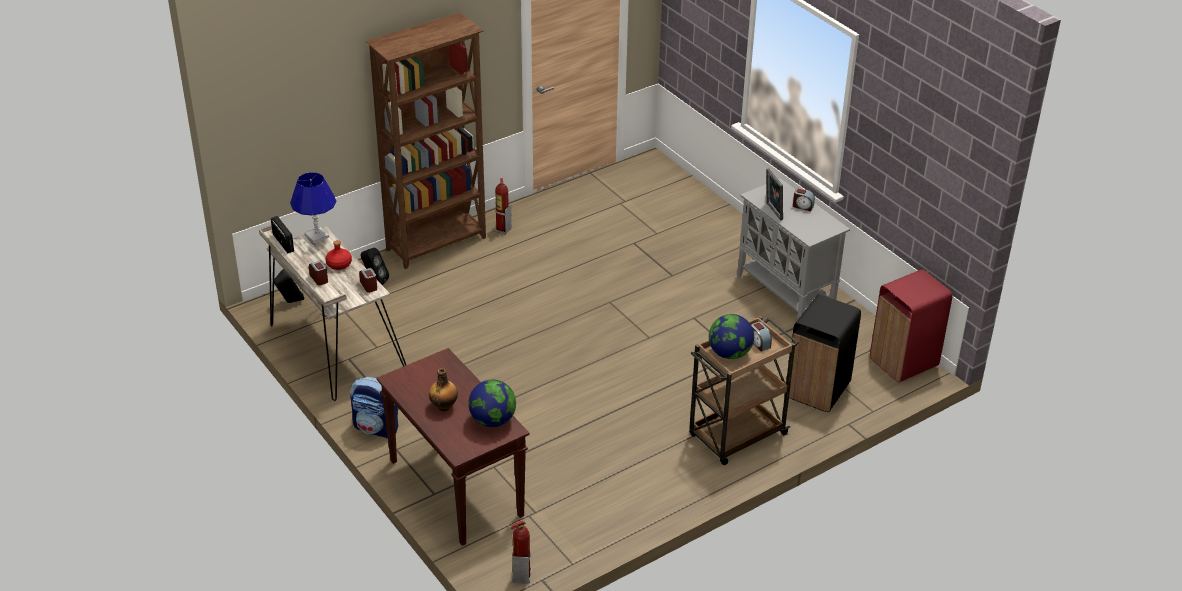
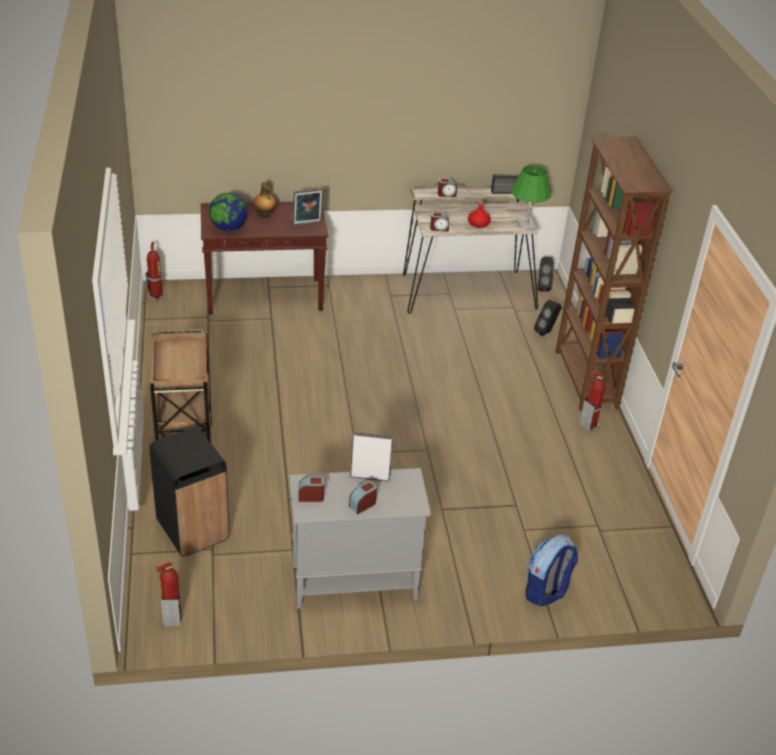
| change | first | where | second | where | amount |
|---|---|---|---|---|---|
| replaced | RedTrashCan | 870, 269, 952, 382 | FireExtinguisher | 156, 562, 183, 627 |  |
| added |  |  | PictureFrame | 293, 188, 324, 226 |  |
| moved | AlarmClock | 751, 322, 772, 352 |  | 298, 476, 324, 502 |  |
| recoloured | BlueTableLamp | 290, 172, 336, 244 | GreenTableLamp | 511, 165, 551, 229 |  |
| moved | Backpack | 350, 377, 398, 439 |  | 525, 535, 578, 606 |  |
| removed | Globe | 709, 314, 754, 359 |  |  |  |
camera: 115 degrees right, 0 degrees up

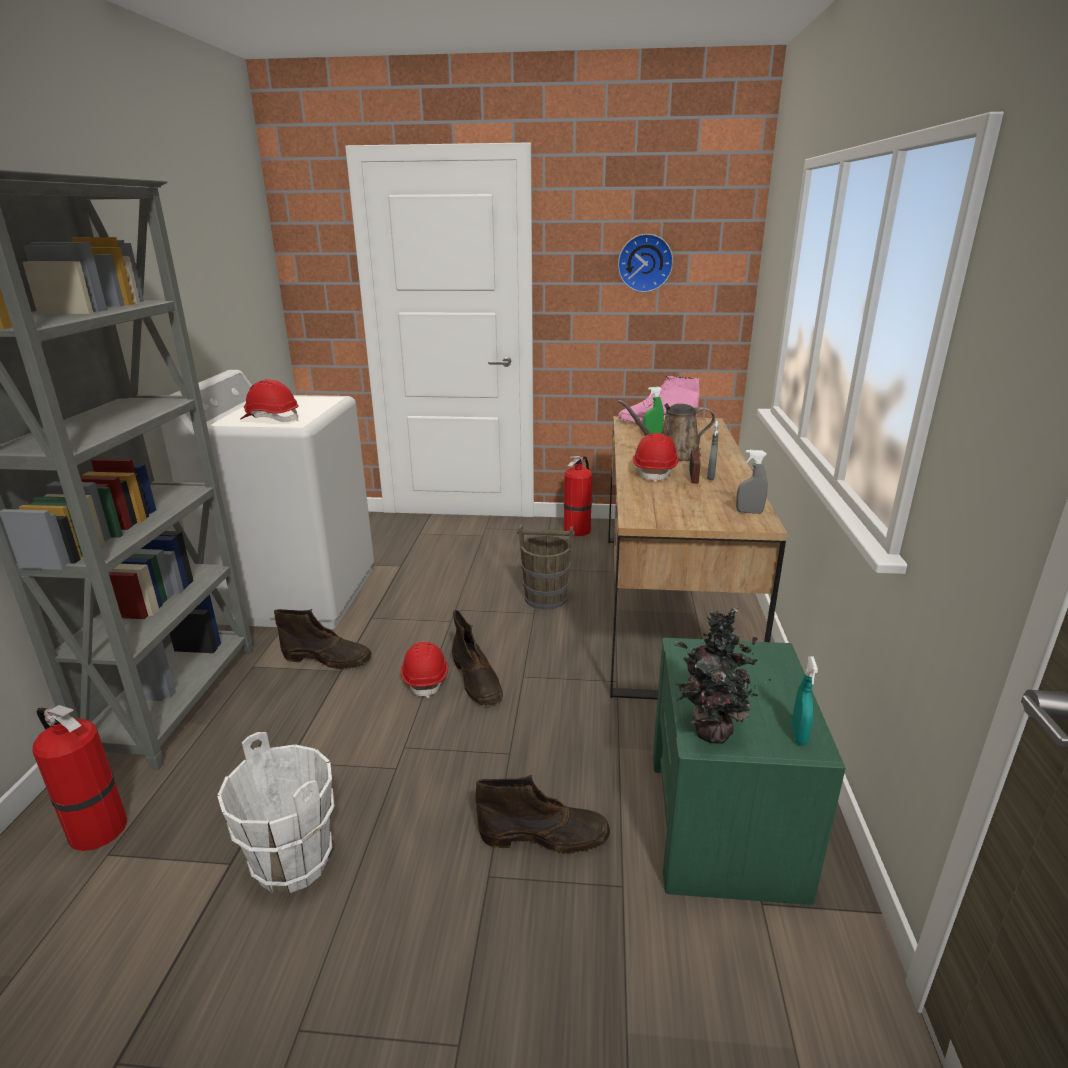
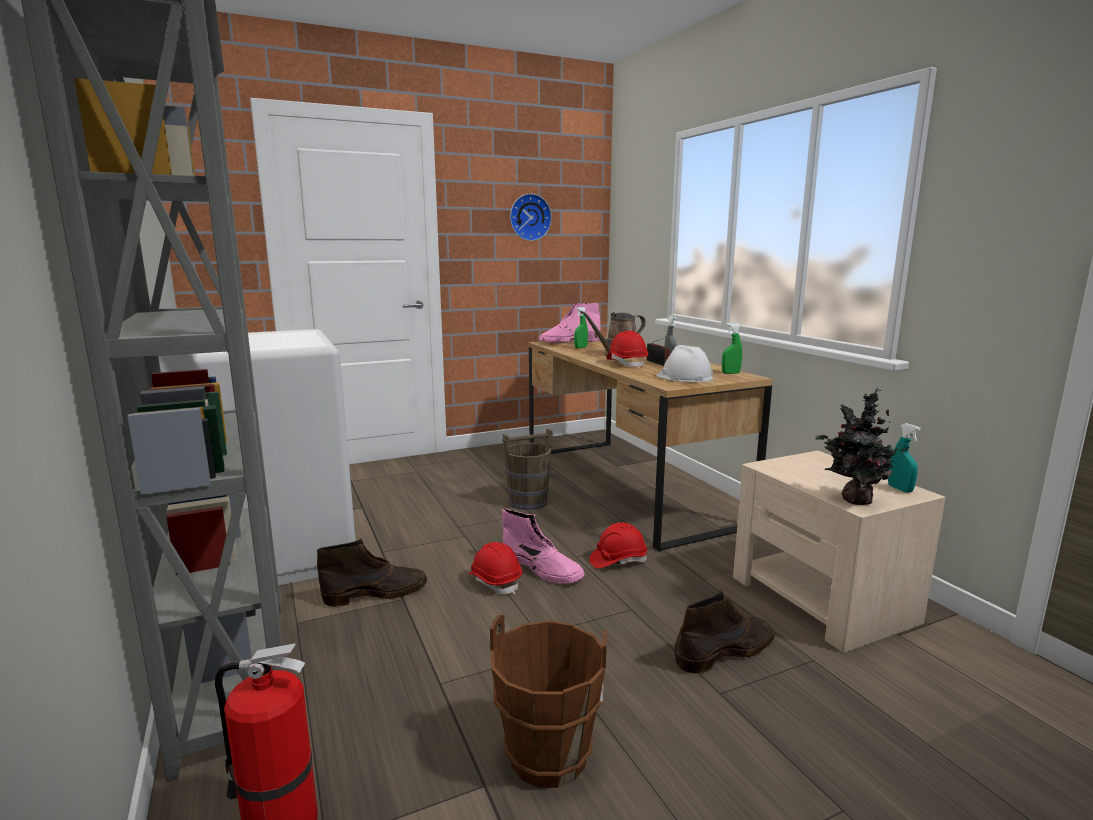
| change | first | where | second | where | amount |
|---|---|---|---|---|---|
| recoloured | WhiteBucket | 217, 732, 335, 893 | BrownBucket | 490, 615, 607, 788 |  |
| recoloured | BrownBoot | 452, 610, 503, 706 | PinkBoot | 502, 509, 585, 584 |  |
| moved | RedHardHat | 240, 379, 299, 422 |  | 589, 523, 647, 569 |  |
| added |  |  | WhiteHardHat | 656, 345, 713, 382 |  |
| recoloured | GreySprayBottle | 736, 450, 768, 514 | GreenSprayBottle | 722, 323, 742, 374 |  |
| recoloured | GreenNightstand | 653, 638, 846, 905 | BeigeNightstand | 733, 451, 946, 653 |  |
| removed | FireExtinguisher | 564, 456, 592, 536 |  |  |  |
camera: 30 degrees left, 10 degrees down

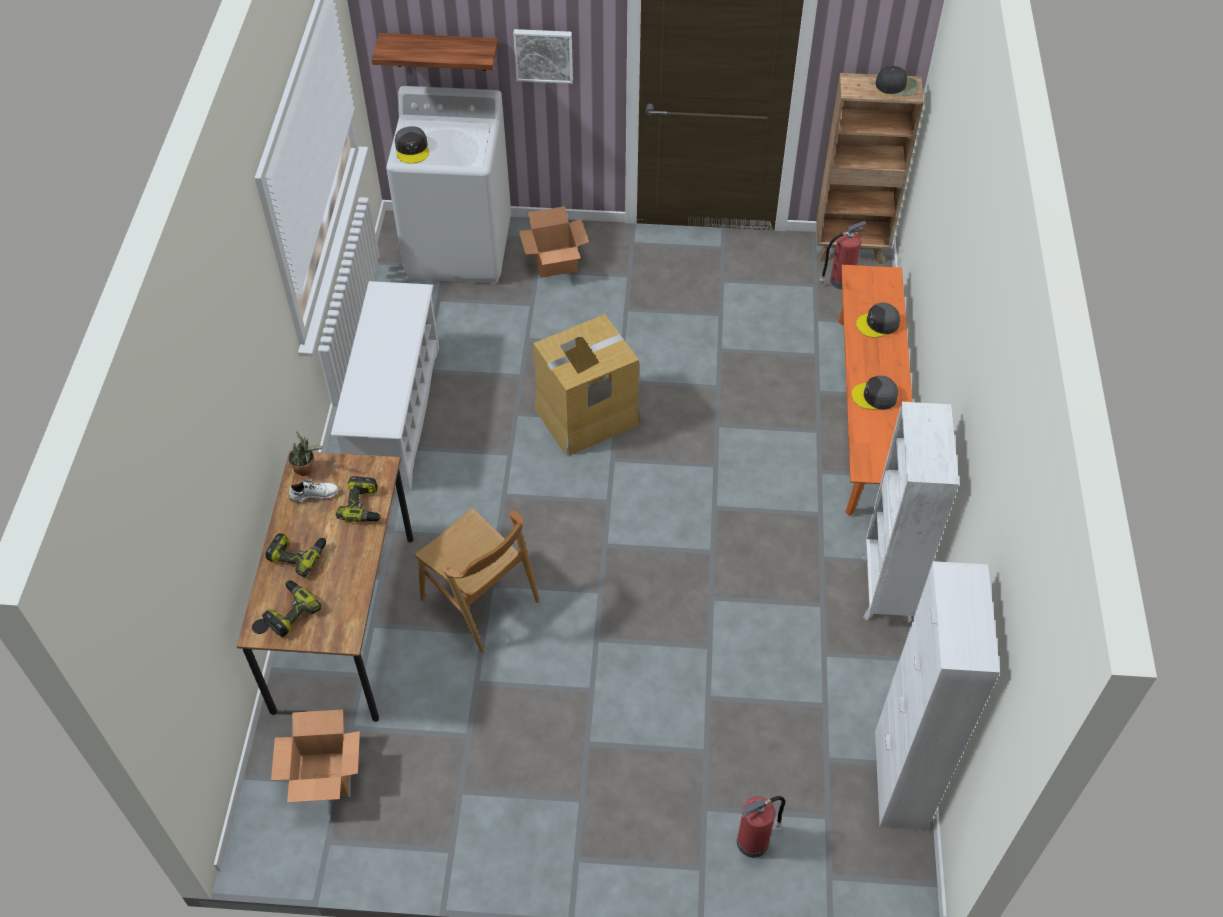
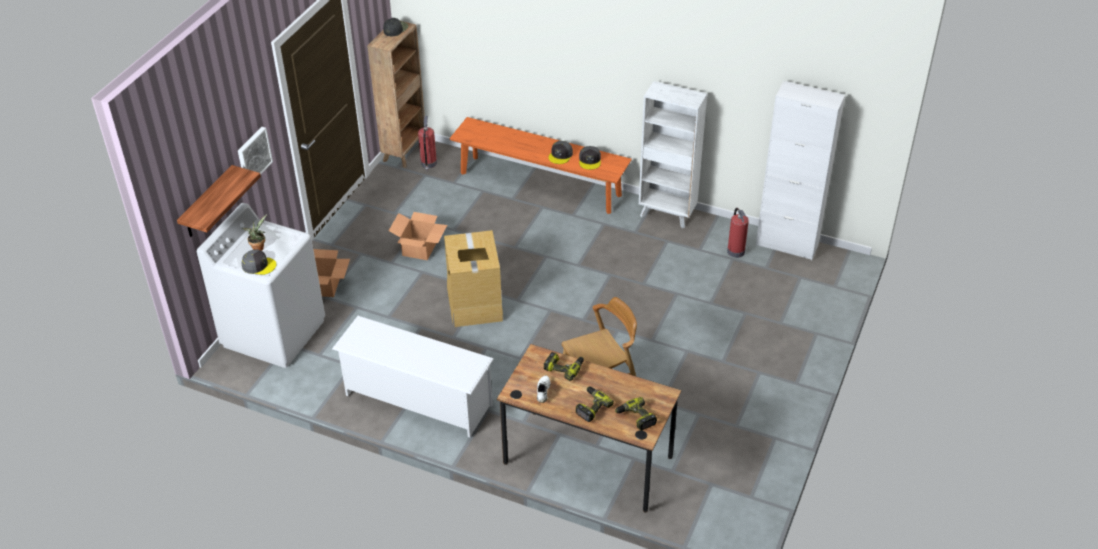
| change | first | where | second | where | amount |
|---|---|---|---|---|---|
| moved | PottedPlant | 288, 431, 324, 476 |  | 242, 214, 267, 251 |  |
| moved | CardboardBox | 271, 709, 360, 803 |  | 389, 212, 447, 260 |  |
| moved | GreyCap | 856, 302, 900, 338 |  | 579, 146, 601, 170 |  |
| moved | FireExtinguisher | 737, 796, 785, 858 |  | 727, 208, 749, 258 |  |
camera: 70 degrees left, 10 degrees down

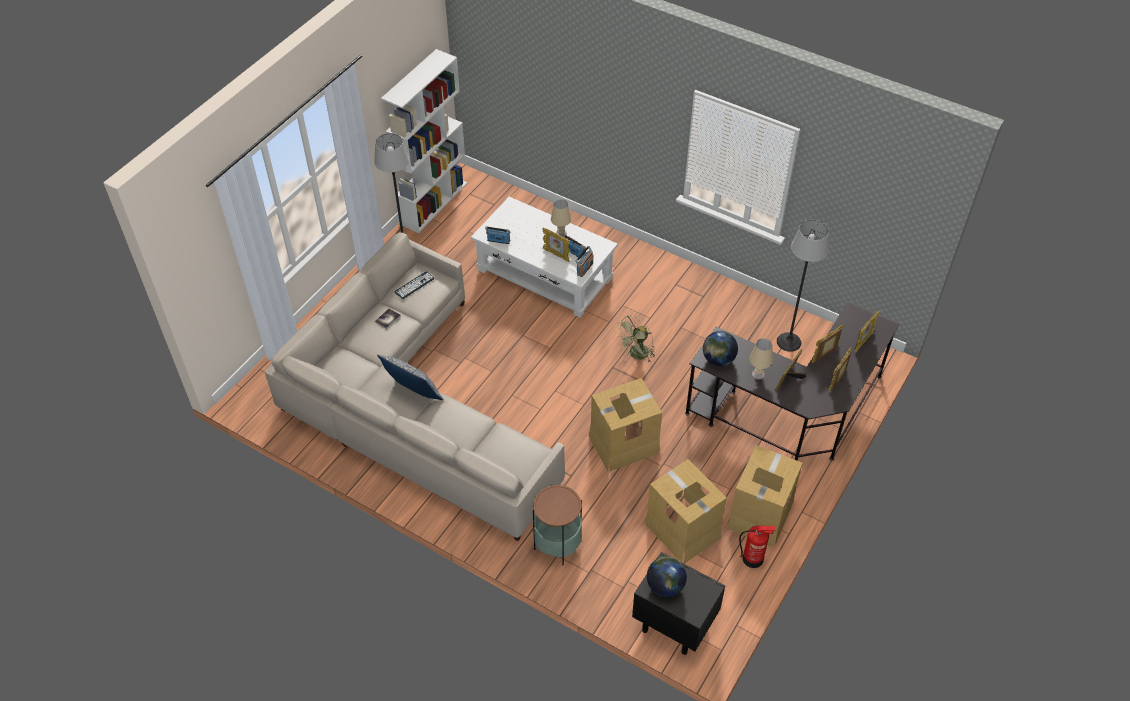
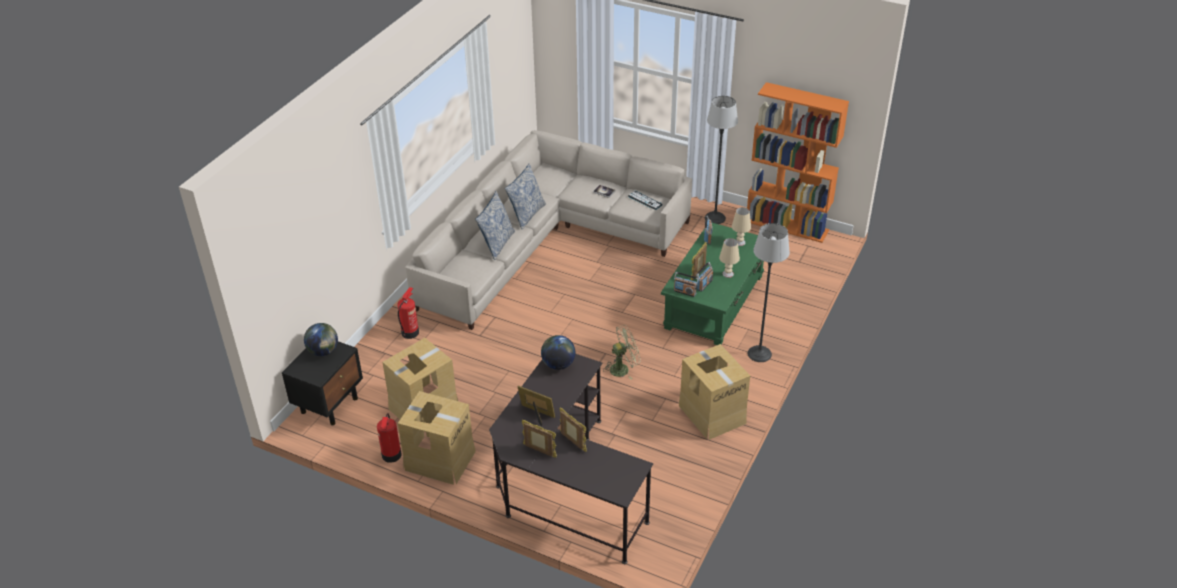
| change | first | where | second | where | amount |
|---|---|---|---|---|---|
| replaced | SideTable | 533, 484, 582, 565 | FireExtinguisher | 397, 287, 419, 339 |  |
| added |  |  | Pillow | 475, 191, 515, 260 |  |
| turned | GreenFan | 615, 315, 655, 362 |  | 604, 325, 641, 380 | 120 degrees clockwise |
| recoloured | WhiteCoffeeTable | 471, 197, 618, 318 | GreenCoffeeTable | 661, 223, 764, 345 |  |
| moved | CardboardBox | 589, 378, 662, 471 |  | 679, 344, 750, 440 |  |
| moved | BeigeTableLamp | 749, 338, 773, 380 |  | 732, 207, 751, 246 |  |
| recoloured | WhiteBookcase | 381, 49, 468, 233 | OrangeBookcase | 747, 82, 849, 243 |  |
| moved | FloorLamp | 777, 220, 829, 352 |  | 747, 223, 790, 362 |  |
| removed | PictureFrame | 855, 311, 880, 353 |  |  |  |
camera: 85 degrees right, 10 degrees down

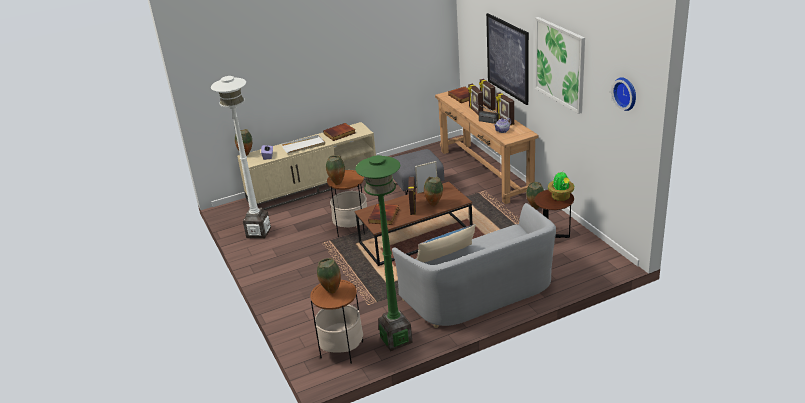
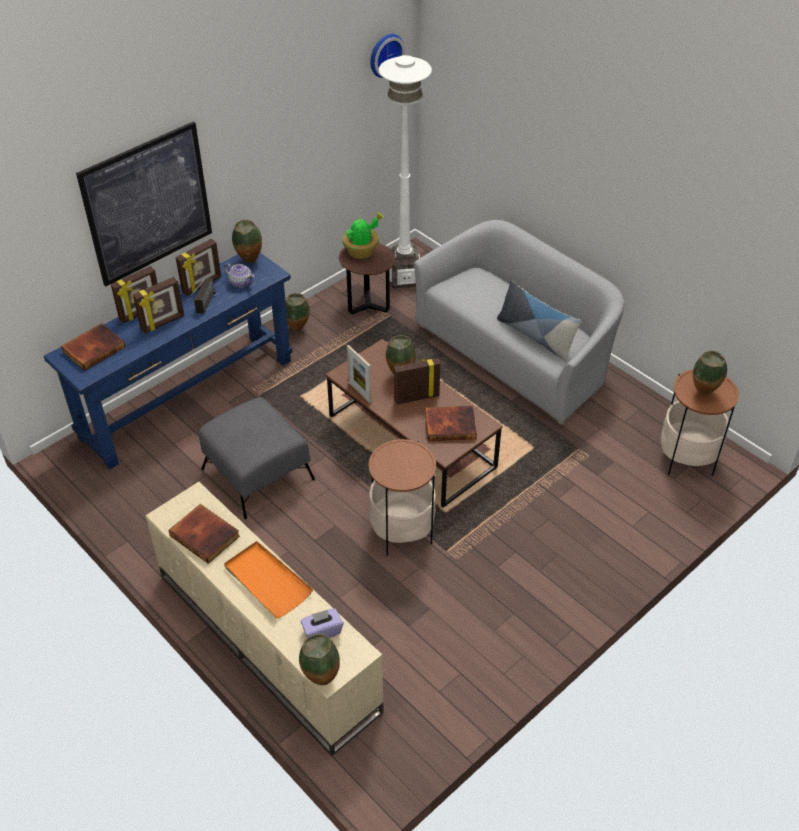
| change | first | where | second | where | amount |
|---|---|---|---|---|---|
| recoloured | BrownConsoleTable | 435, 91, 539, 204 | BlueConsoleTable | 44, 253, 292, 470 |  |
| recoloured | WhiteTray | 281, 135, 325, 153 | OrangeTray | 224, 541, 313, 618 |  |
| moved | Vase | 326, 155, 345, 185 |  | 232, 220, 262, 263 |  |
| moved | WhiteFloorLamp | 211, 76, 271, 238 |  | 379, 55, 432, 289 |  |
| removed | GreenFloorLamp | 355, 155, 413, 351 |  |  |  |
| removed | Picture | 534, 17, 585, 114 |  |  |  |
camera: 110 degrees left, 15 degrees up

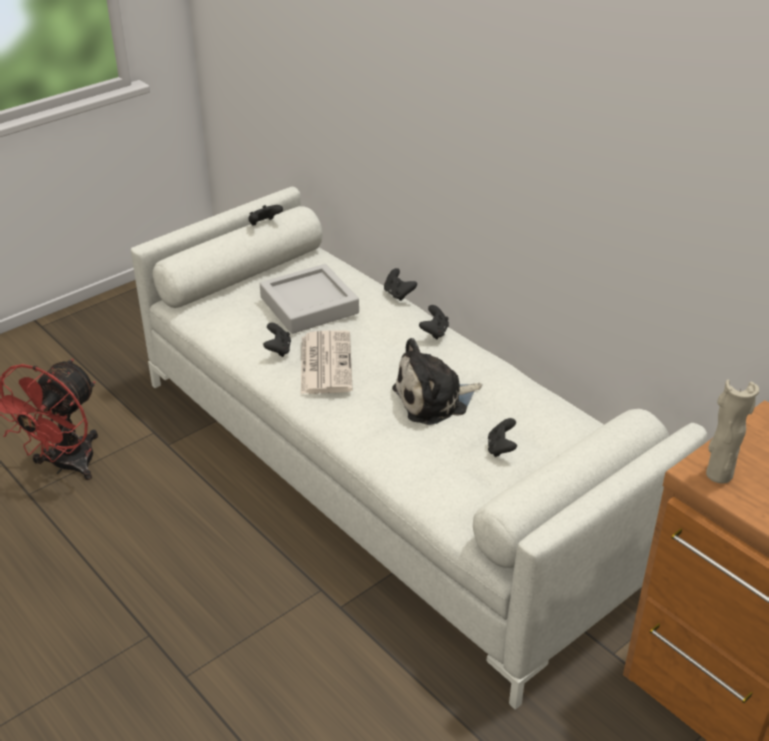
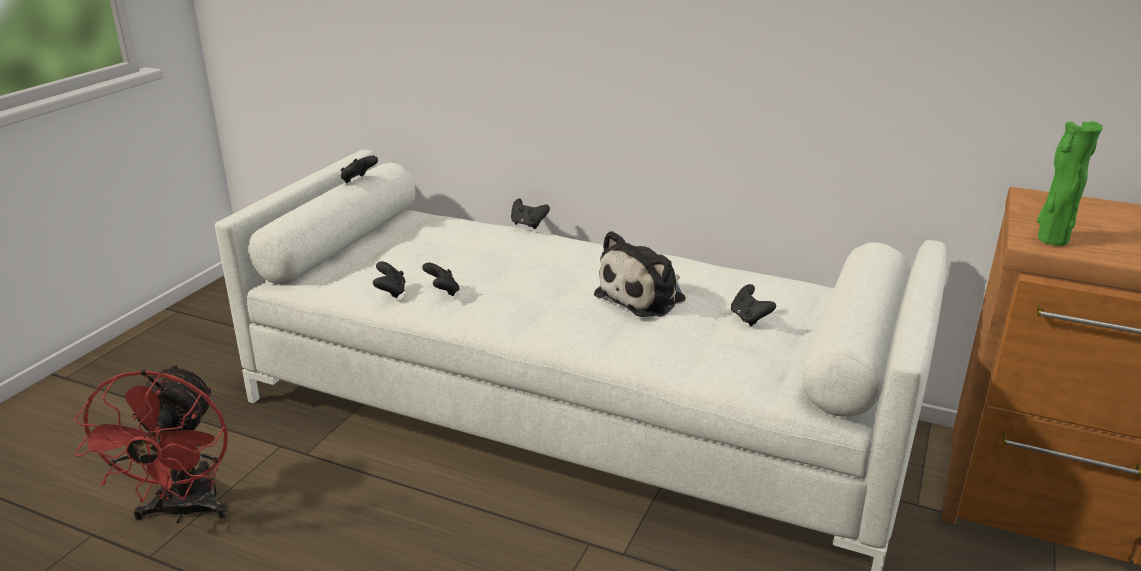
| change | first | where | second | where | amount |
|---|---|---|---|---|---|
| moved | BlackGameController | 419, 305, 449, 340 |  | 373, 261, 406, 298 |  |
| recoloured | BeigeVase | 706, 379, 759, 483 | GreenVase | 1037, 121, 1103, 246 |  |
| removed | GreyTray | 260, 264, 359, 334 |  |  |  |
| removed | Newspaper | 301, 330, 353, 394 |  |  |  |
camera: 25 degrees left, 10 degrees down

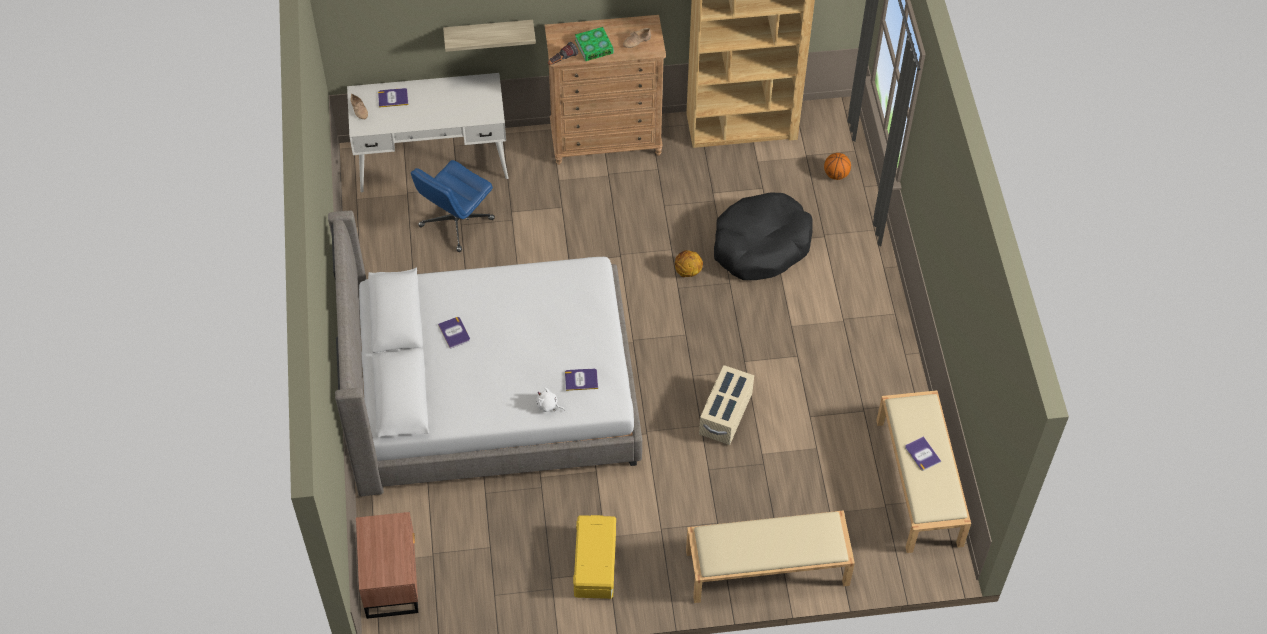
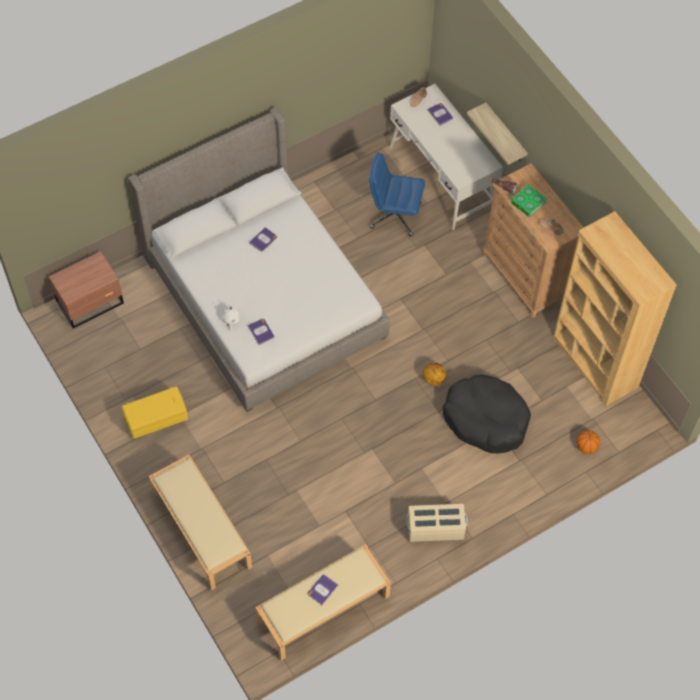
| change | first | where | second | where | amount |
|---|---|---|---|---|---|
| moved | BeigeStorageBox | 699, 365, 754, 445 |  | 406, 504, 468, 542 |  |
camera: 65 degrees right, 5 degrees up

